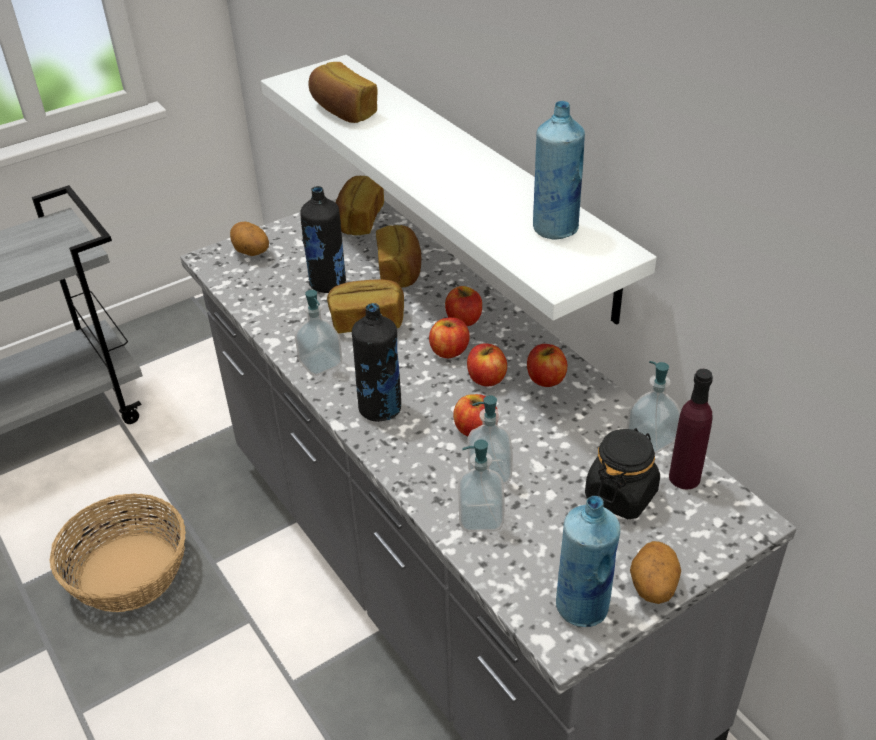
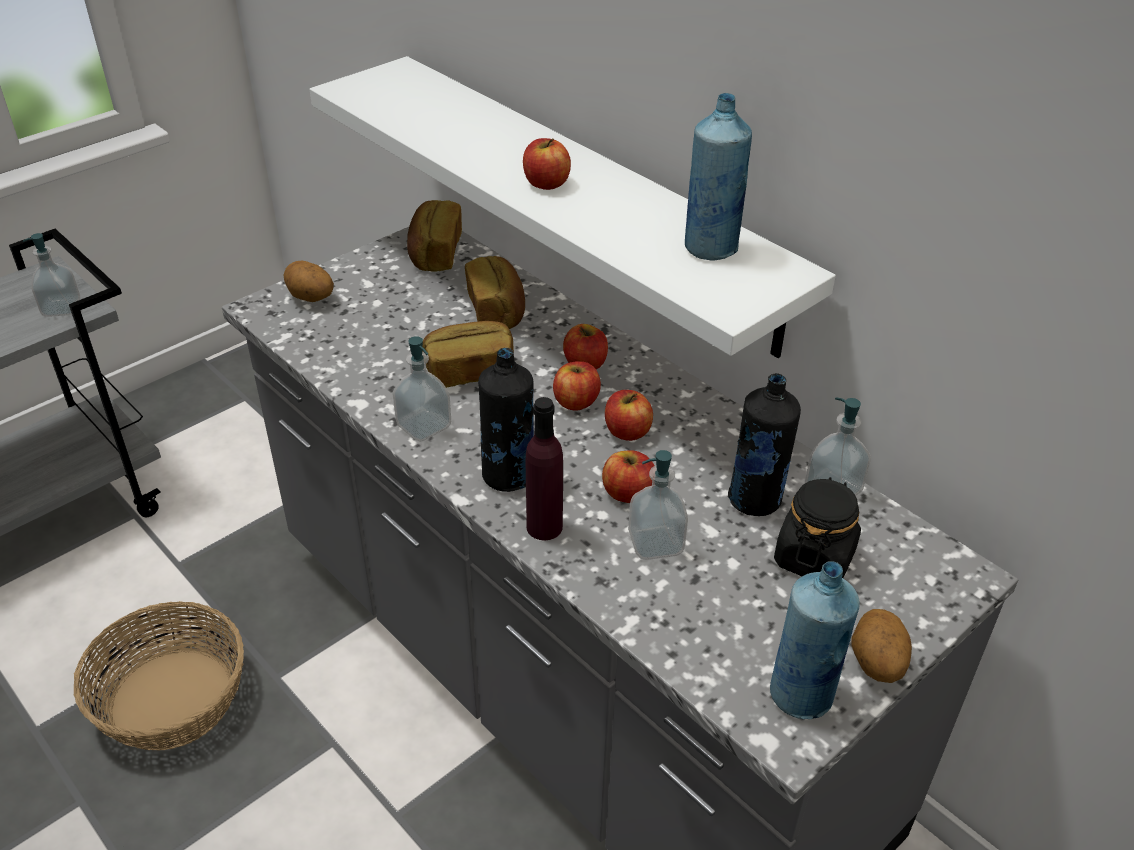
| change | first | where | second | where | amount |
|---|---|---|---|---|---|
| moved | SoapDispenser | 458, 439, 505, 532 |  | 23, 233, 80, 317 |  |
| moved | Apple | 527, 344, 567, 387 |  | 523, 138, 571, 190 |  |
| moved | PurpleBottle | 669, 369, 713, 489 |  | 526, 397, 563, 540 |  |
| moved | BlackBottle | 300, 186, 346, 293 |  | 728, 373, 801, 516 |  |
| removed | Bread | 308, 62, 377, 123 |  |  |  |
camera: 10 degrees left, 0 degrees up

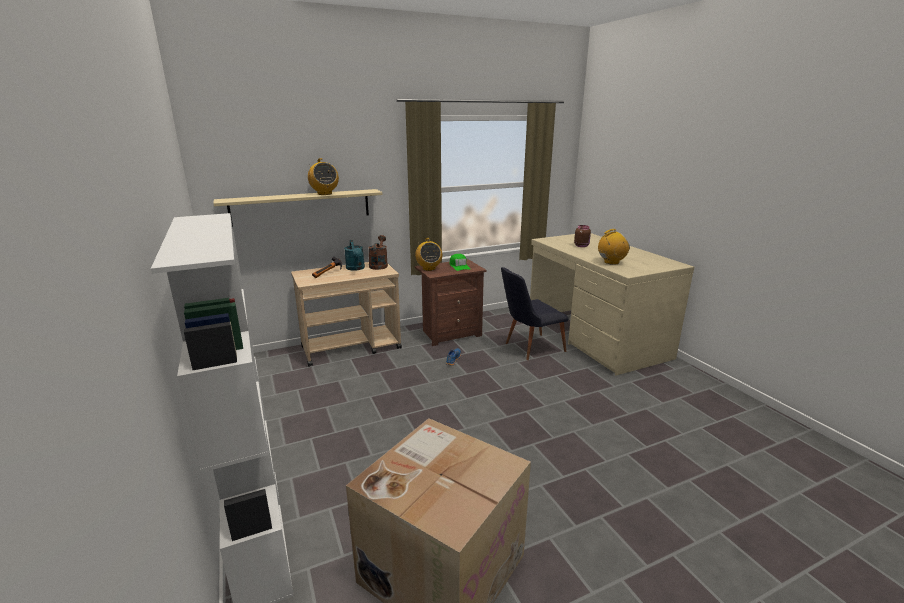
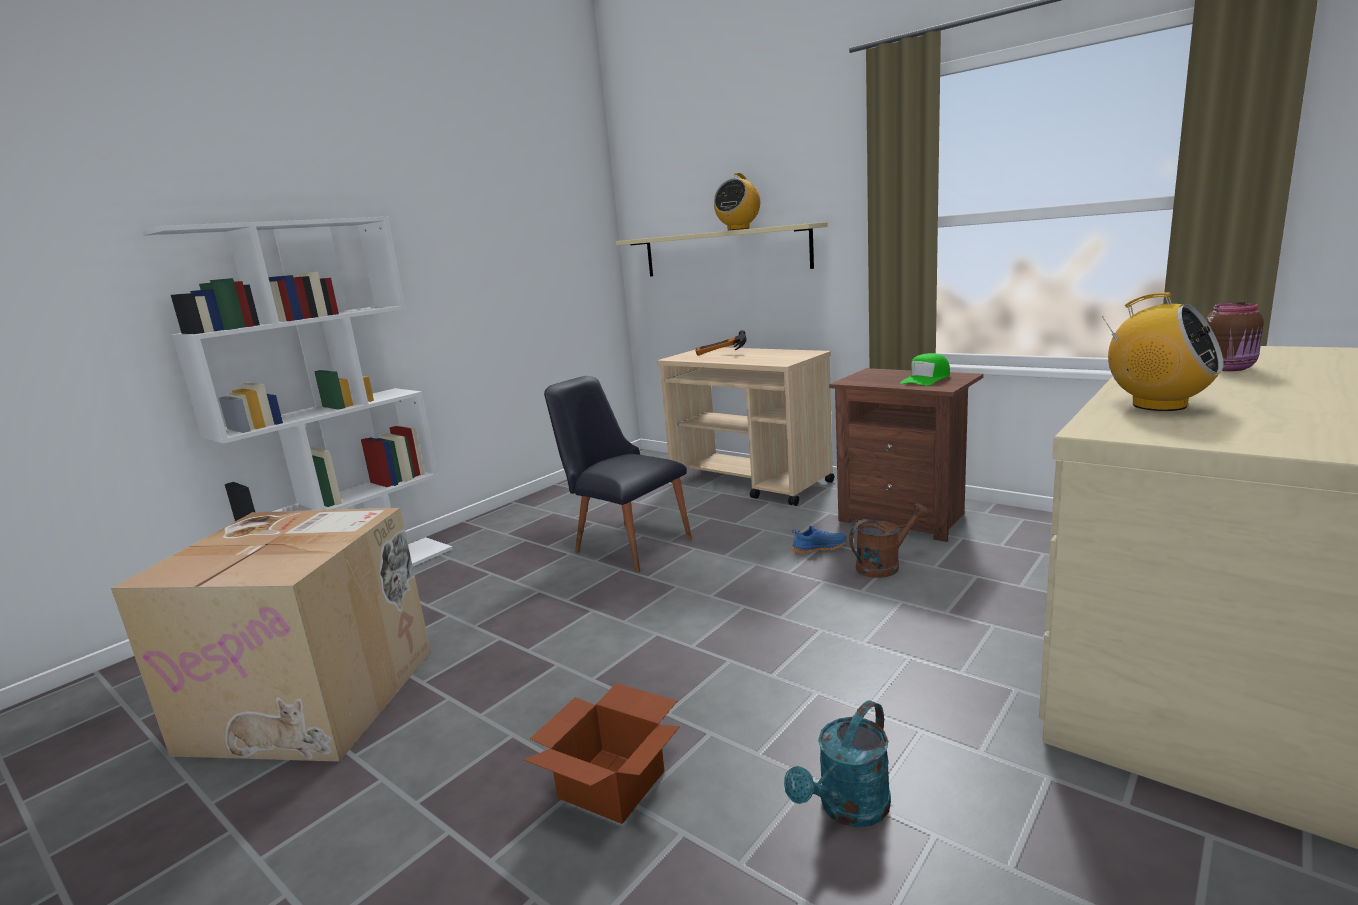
| change | first | where | second | where | amount |
|---|---|---|---|---|---|
| added |  |  | CardboardBox | 524, 683, 680, 824 |  |
| moved | BlackChair | 501, 267, 569, 360 |  | 544, 376, 692, 573 |  |
| moved | TurquoiseWateringCan | 344, 240, 365, 271 |  | 784, 700, 891, 827 |  |
| moved | BrownWateringCan | 368, 235, 388, 270 |  | 849, 503, 929, 578 |  |
| removed | Radio | 415, 238, 442, 271 |  |  |  |
camera: 65 degrees right, 5 degrees down

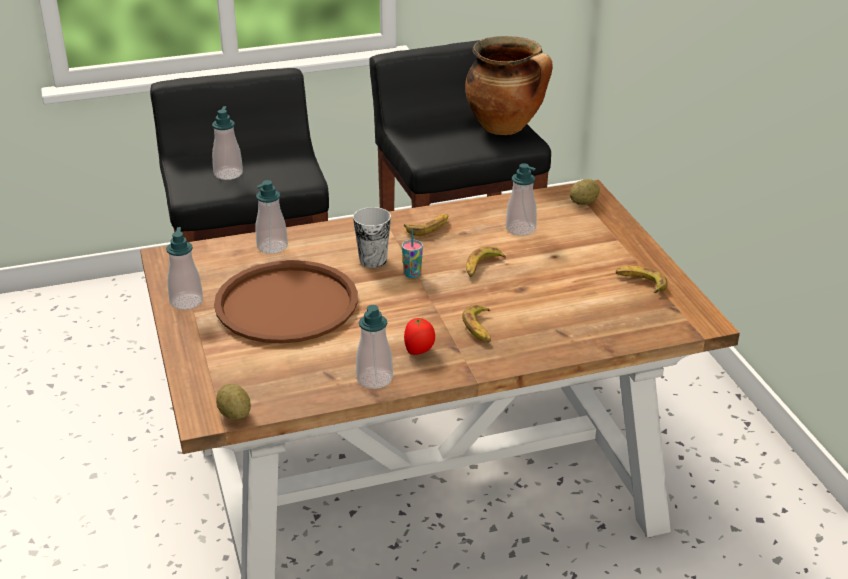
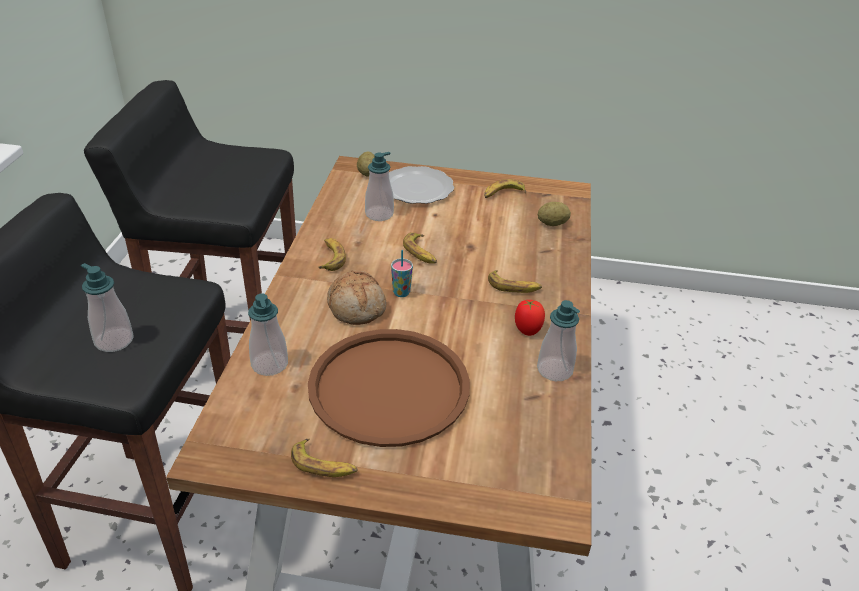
| change | first | where | second | where | amount |
|---|---|---|---|---|---|
| replaced | SoapDispenser | 166, 227, 203, 310 | Banana | 291, 439, 358, 477 |  |
| replaced | Cup | 353, 207, 391, 268 | Bread | 327, 270, 387, 325 |  |
| added |  |  | Plate | 389, 166, 454, 204 |  |
| moved | Potato | 216, 384, 251, 420 |  | 538, 202, 571, 226 |  |
| removed | CookingPot | 465, 36, 553, 135 |  |  |  |
camera: 65 degrees left, 5 degrees up

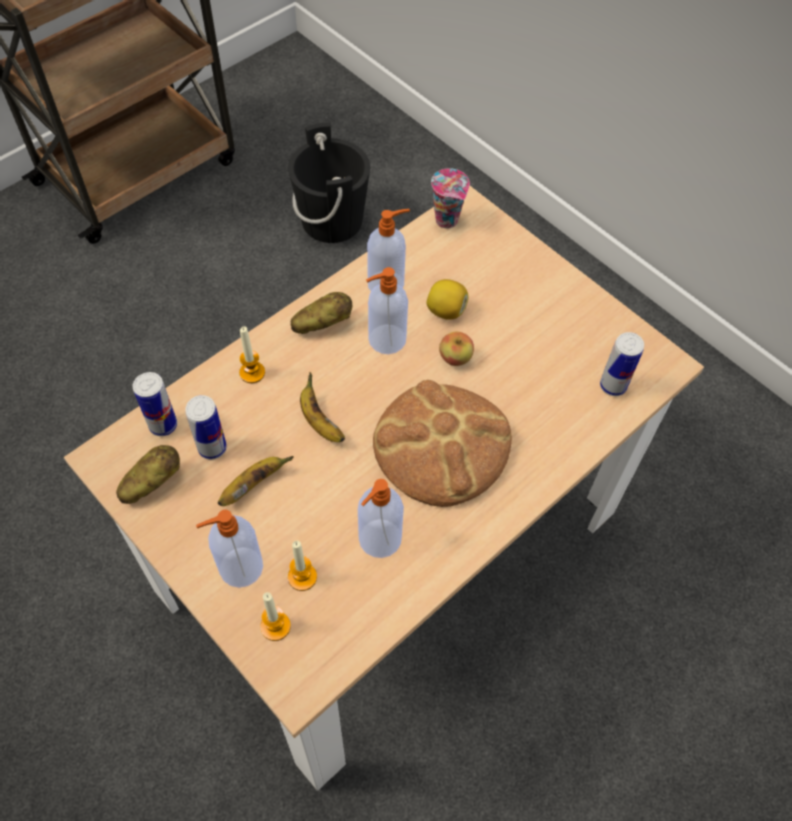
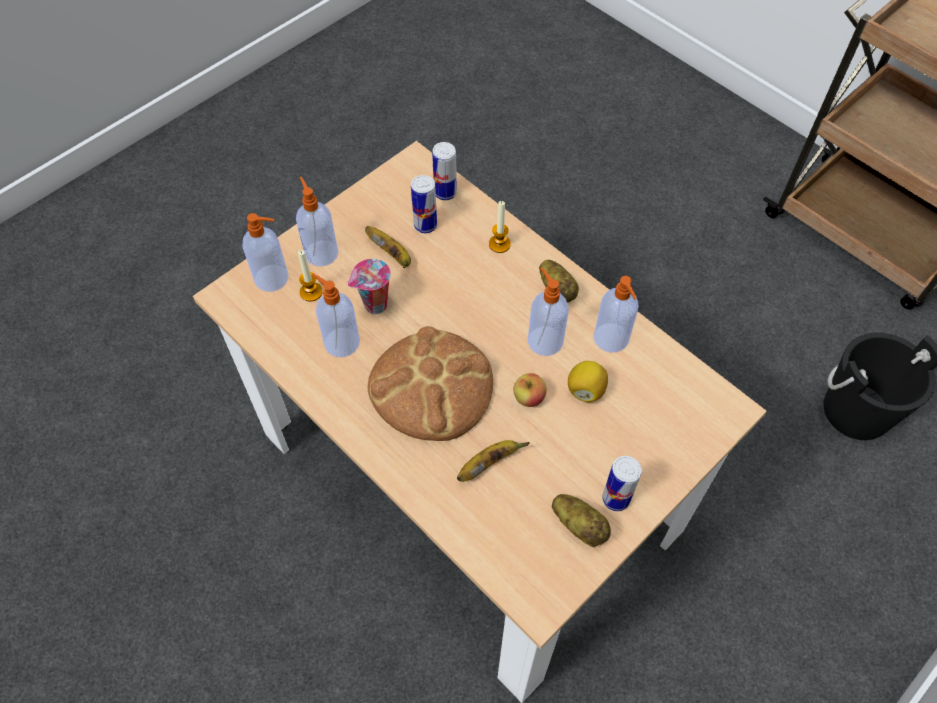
| change | first | where | second | where | amount |
|---|---|---|---|---|---|
| replaced | Candle | 260, 592, 291, 641 | SoapDispenser | 243, 213, 288, 292 |  |
| moved | Cup | 431, 168, 470, 229 |  | 348, 259, 391, 314 |  |
| moved | Banana | 300, 372, 345, 442 |  | 457, 440, 530, 482 |  |
| moved | Potato | 116, 445, 180, 504 |  | 552, 494, 611, 548 |  |
| moved | Can | 600, 332, 644, 396 |  | 602, 456, 642, 511 |  |
camera: 90 degrees right, 0 degrees up

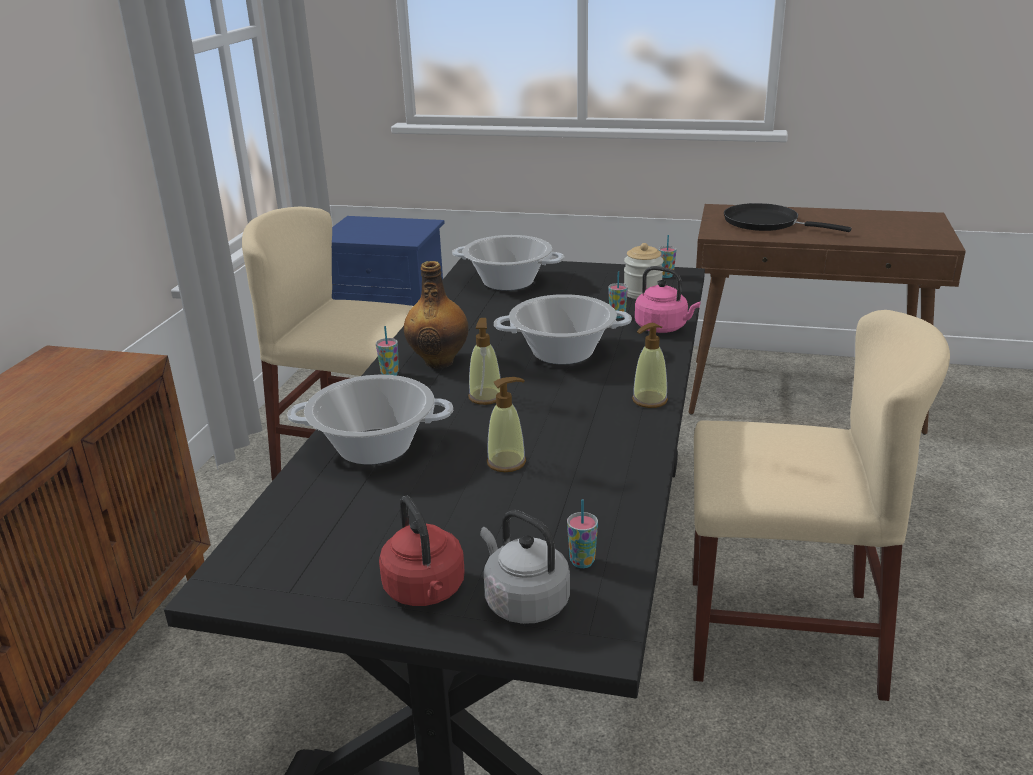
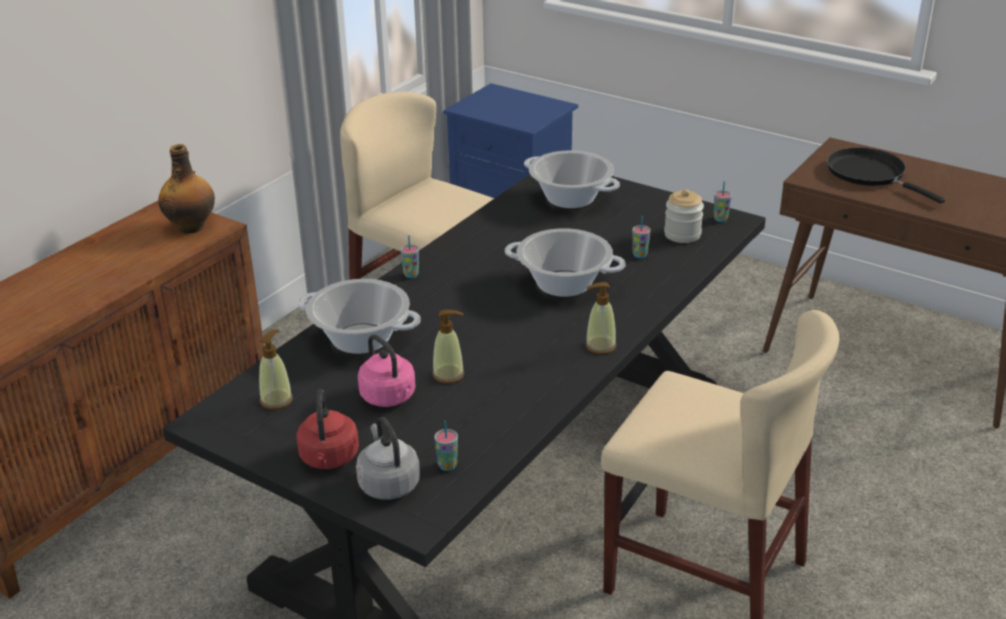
| change | first | where | second | where | amount |
|---|---|---|---|---|---|
| moved | Bottle | 404, 261, 469, 369 |  | 158, 144, 215, 234 |  |
| moved | SoapDispenser | 468, 318, 501, 405 |  | 259, 329, 293, 410 |  |
| moved | PinkKettle | 635, 266, 700, 333 |  | 358, 334, 415, 407 |  |
camera: 20 degrees right, 5 degrees up

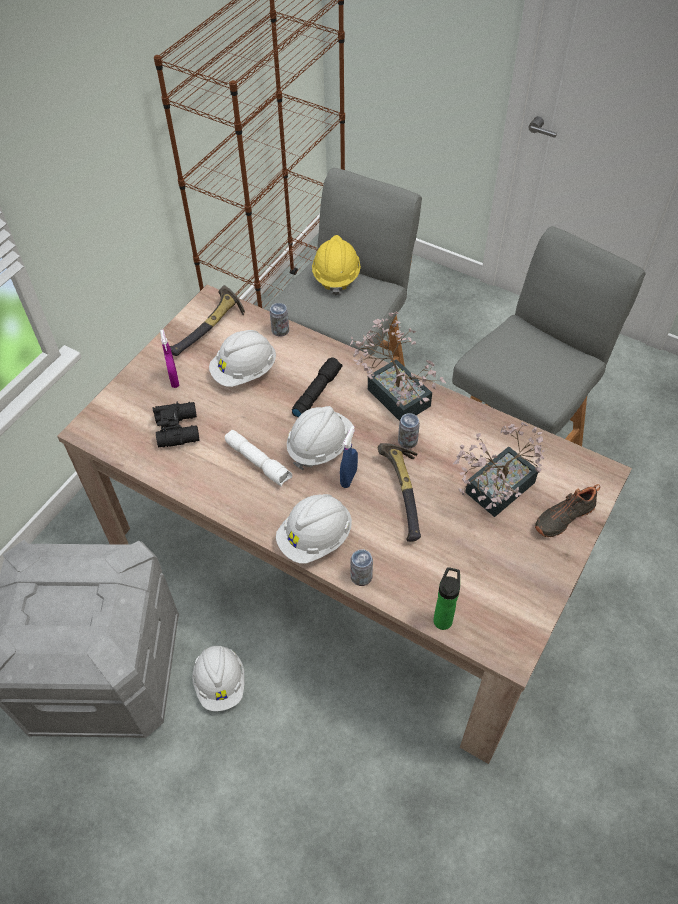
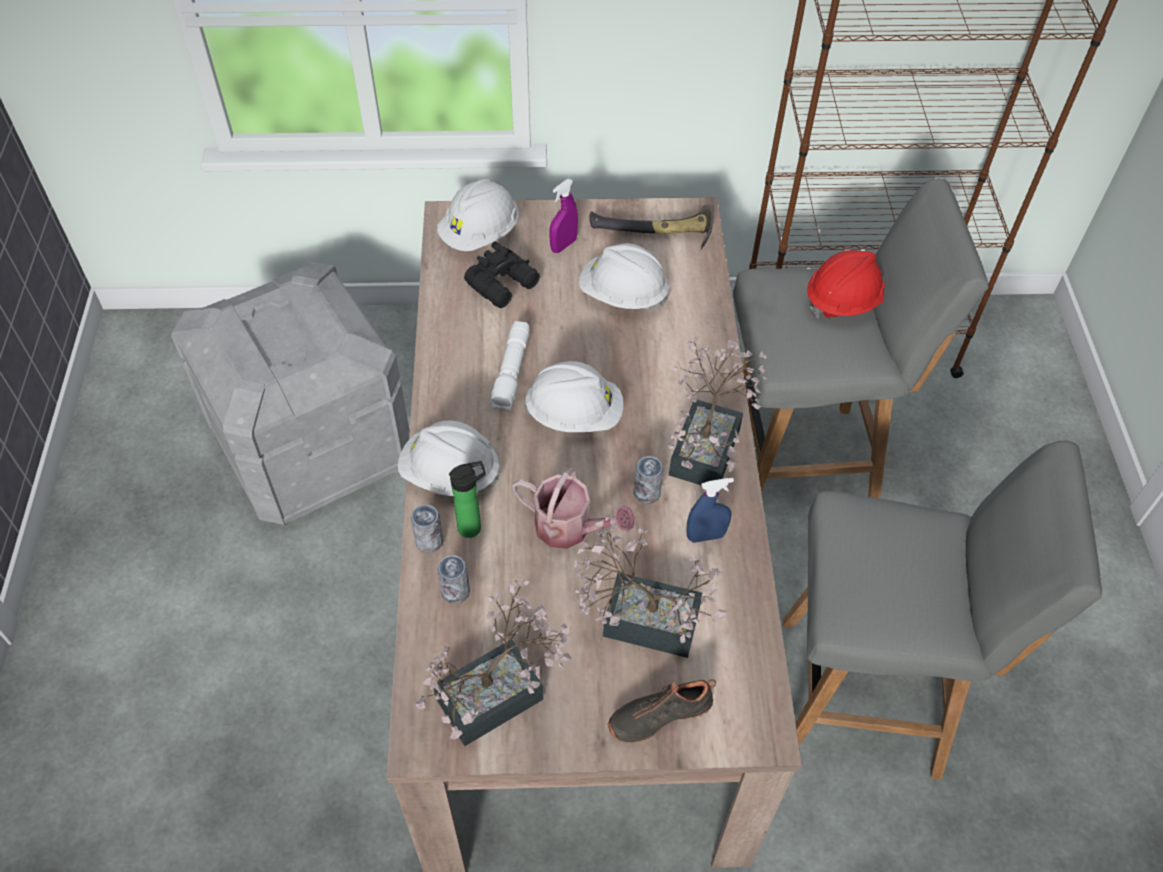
| change | first | where | second | where | amount |
|---|---|---|---|---|---|
| added |  |  | PottedPlant | 416, 580, 572, 746 |  |
| moved | WhiteHardHat | 193, 646, 244, 711 |  | 437, 179, 518, 251 |  |
| moved | Can | 270, 303, 289, 337 |  | 437, 555, 470, 604 |  |
| moved | Bottle | 433, 567, 460, 630 |  | 449, 461, 486, 538 |  |
| replaced | Hammer | 378, 443, 421, 542 | WateringCan | 512, 467, 635, 549 |  |
| turned | BlackShoe | 535, 484, 600, 537 |  | 608, 679, 716, 743 | 45 degrees counterclockwise |
| moved | BlueSprayBottle | 340, 426, 358, 488 |  | 686, 478, 734, 543 |  |
| recoloured | YellowHardHat | 312, 235, 361, 296 | RedHardHat | 807, 250, 885, 319 |  |
| removed | BlackFlashlight | 292, 357, 343, 417 |  |  |  |
camera: 55 degrees right, 0 degrees up

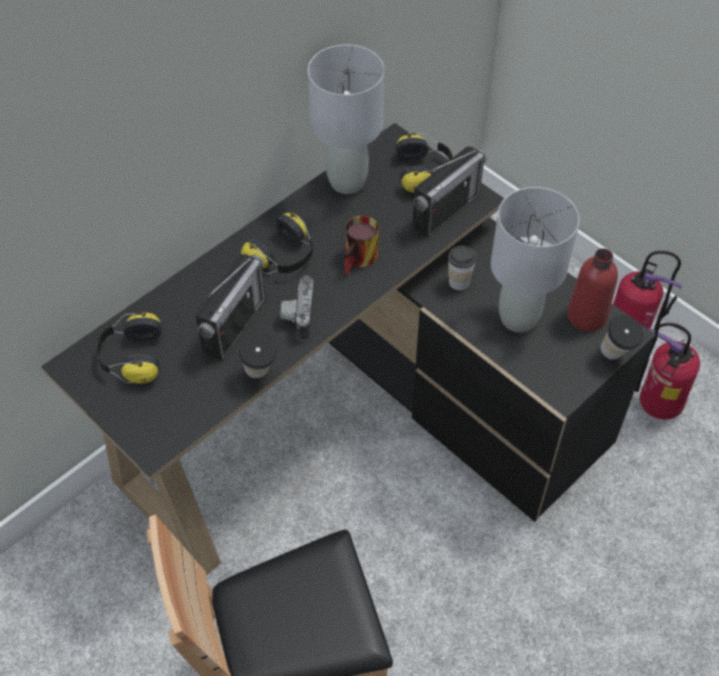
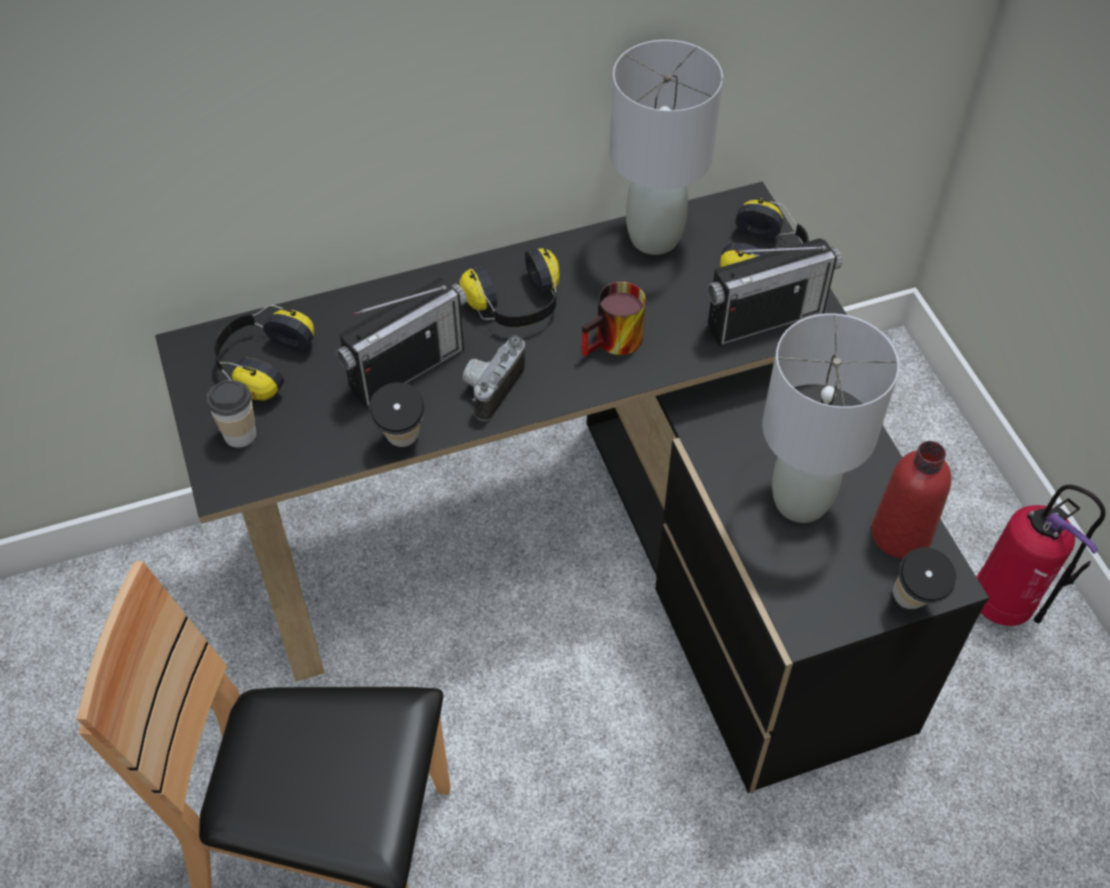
| change | first | where | second | where | amount |
|---|---|---|---|---|---|
| moved | Cup | 448, 246, 476, 290 |  | 207, 380, 256, 447 |  |
| removed | FireExtinguisher | 635, 323, 700, 420 |  |  |  |
camera: 25 degrees right, 0 degrees up

